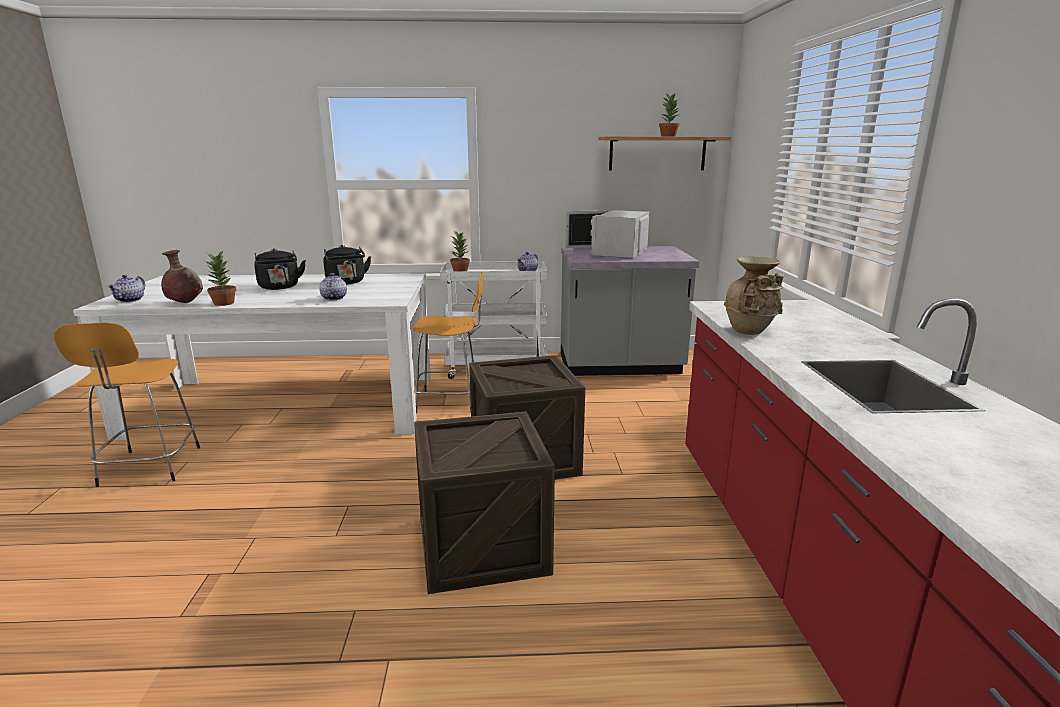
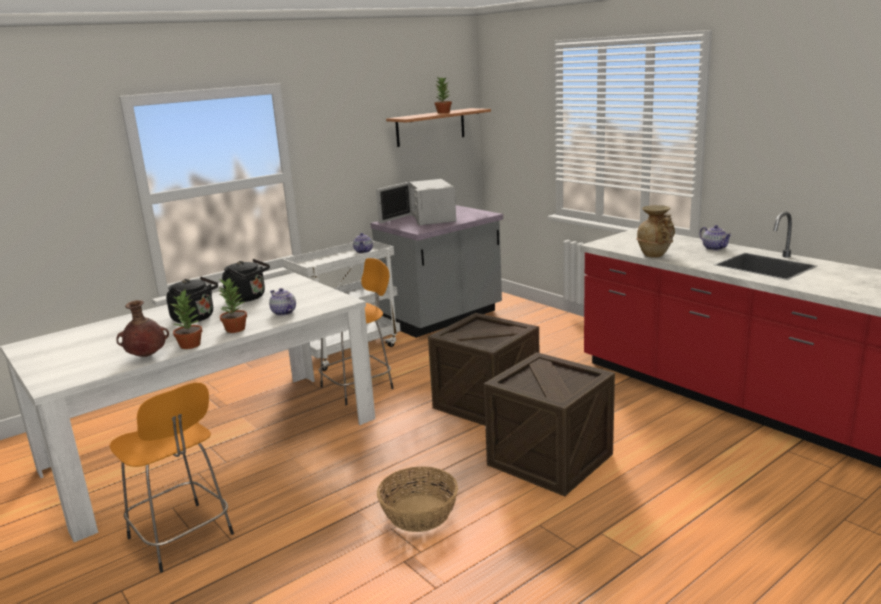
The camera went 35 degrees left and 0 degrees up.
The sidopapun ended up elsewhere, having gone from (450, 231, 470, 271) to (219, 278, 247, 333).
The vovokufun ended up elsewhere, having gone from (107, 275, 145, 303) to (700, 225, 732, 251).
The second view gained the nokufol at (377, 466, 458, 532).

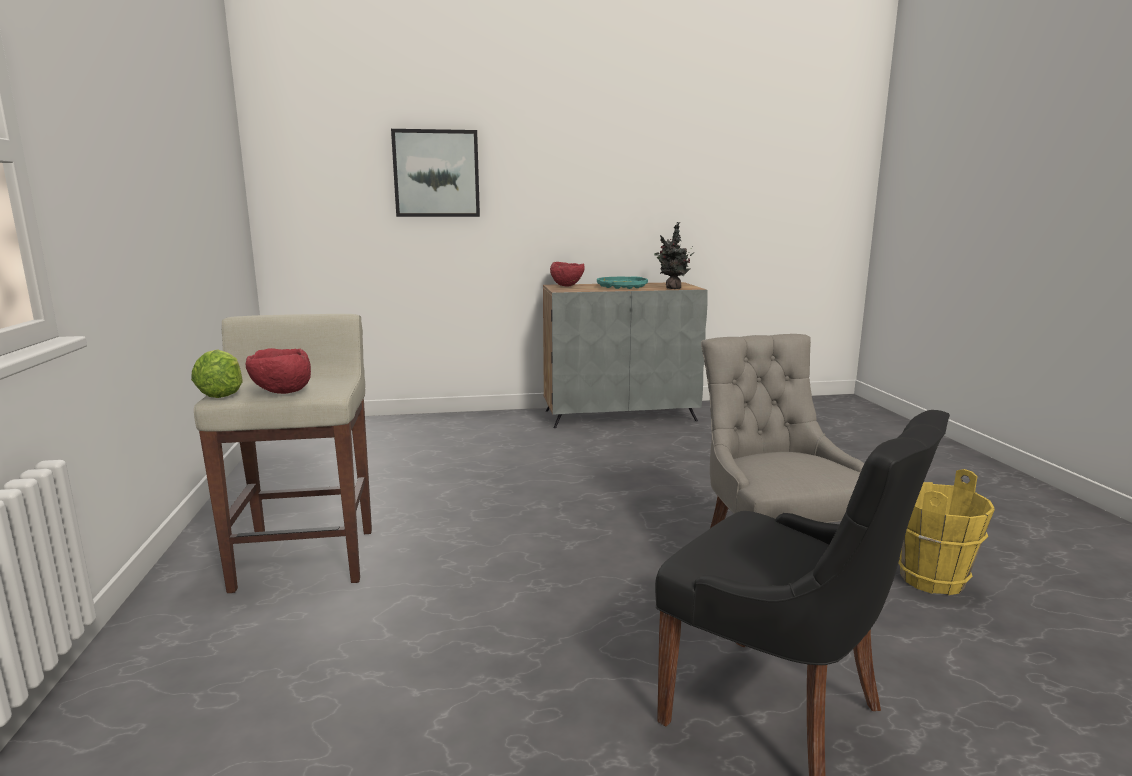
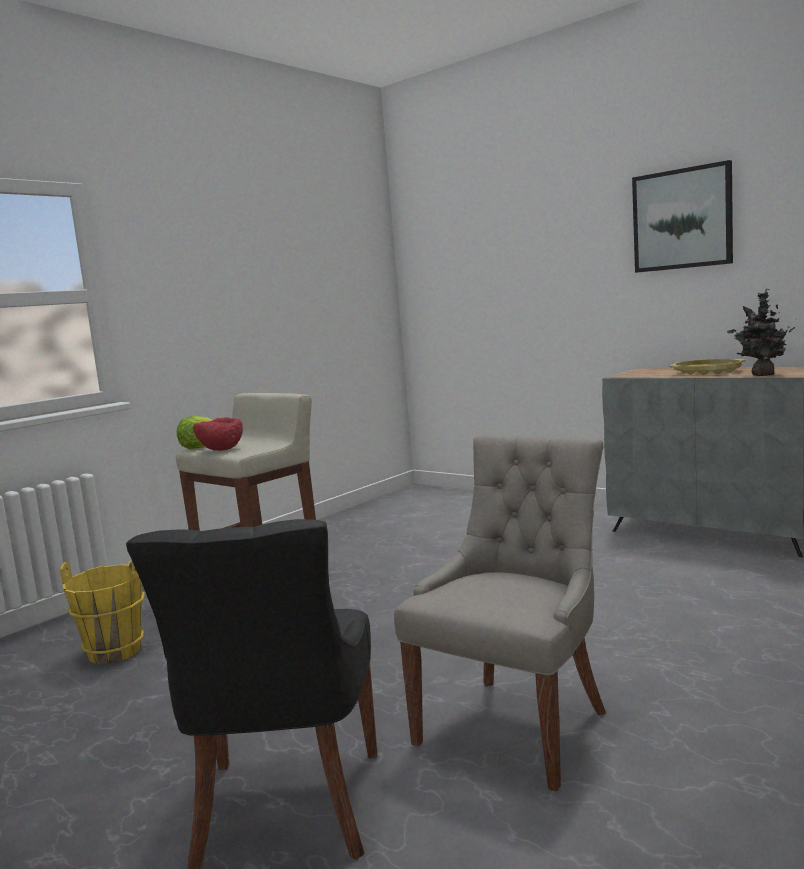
The camera went 50 degrees right and 5 degrees down.
The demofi ended up elsewhere, having gone from (391, 129, 480, 217) to (632, 160, 733, 273).
The second view lost the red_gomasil at (550, 262, 585, 286).
What was the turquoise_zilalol at (597, 277, 648, 289) turned into the yellow_zilalol at (669, 359, 746, 375).
The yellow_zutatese ended up elsewhere, having gone from (898, 469, 995, 595) to (60, 560, 145, 664).

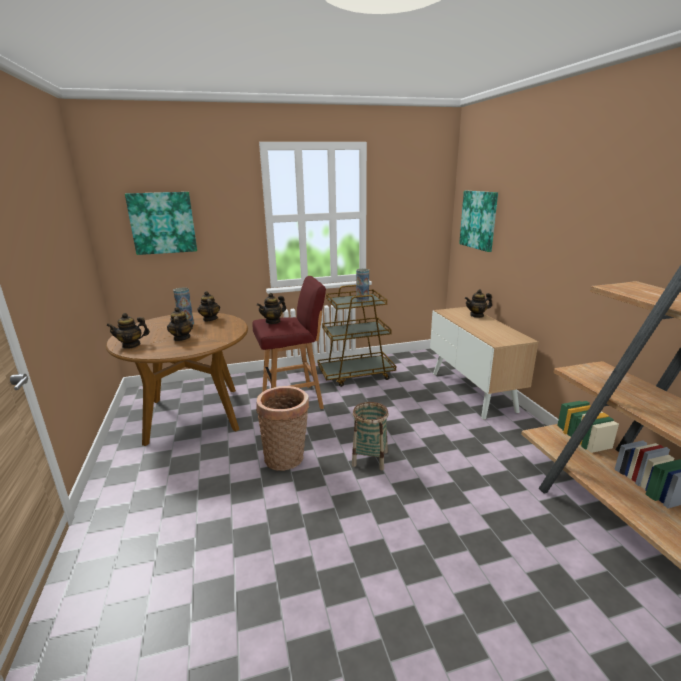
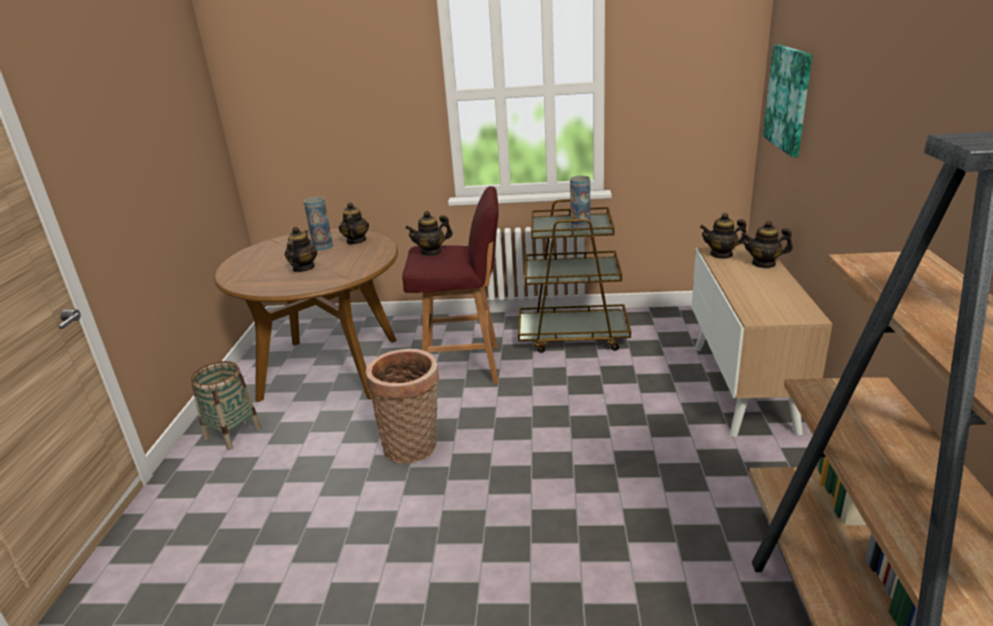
The camera went 20 degrees right and 5 degrees up.
The second view lost the demofi at (125, 192, 197, 255).
The vovokufun ended up elsewhere, having gone from (106, 313, 150, 348) to (700, 213, 747, 259).
The nokufol ended up elsewhere, having gone from (352, 402, 388, 471) to (191, 361, 262, 450).

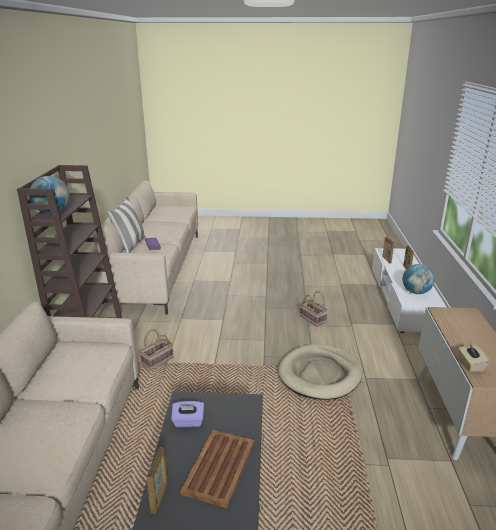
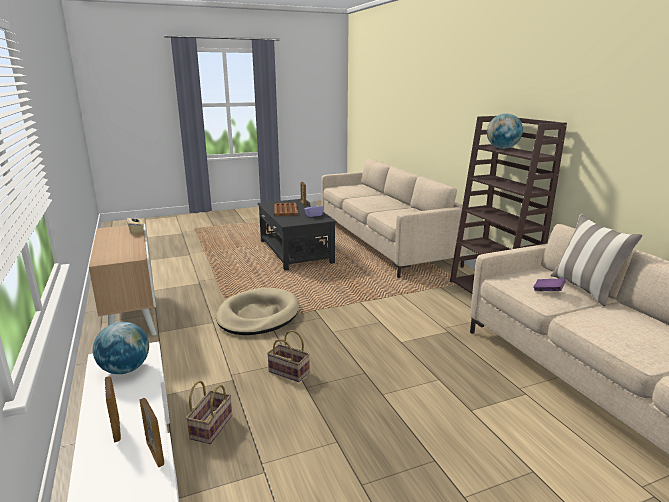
The camera went 155 degrees right and 5 degrees down.
The nokufol ended up elsewhere, having gone from (139, 329, 173, 370) to (186, 381, 232, 444).

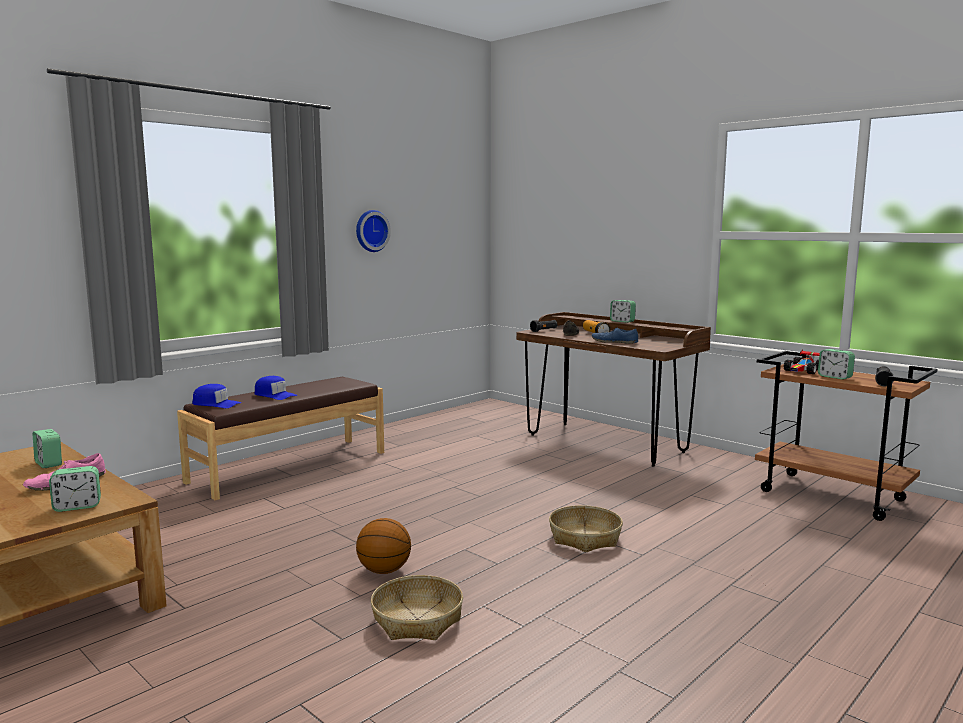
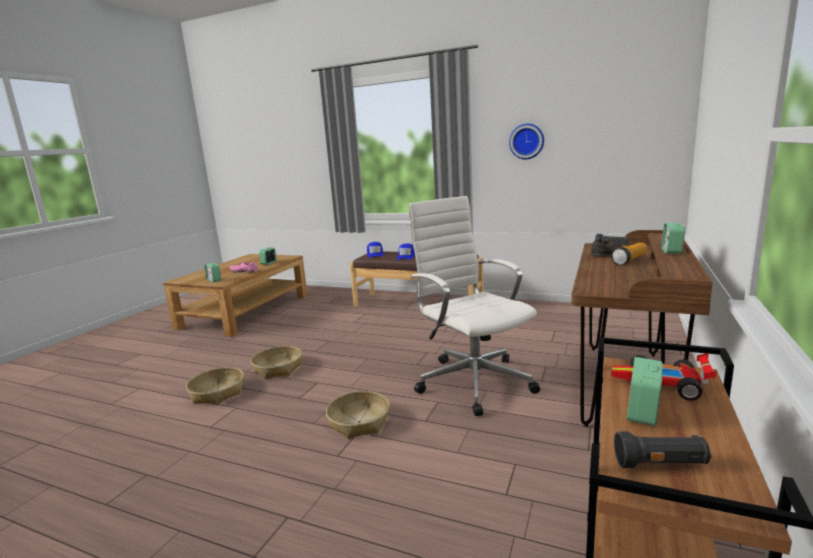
The camera went 70 degrees right and 5 degrees up.
The second view lost the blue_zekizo at (591, 328, 638, 344).
Where the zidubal stood at (356, 518, 411, 574), the nokufol came to stand at (251, 346, 302, 379).
The second view gained the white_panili at (409, 196, 540, 416).

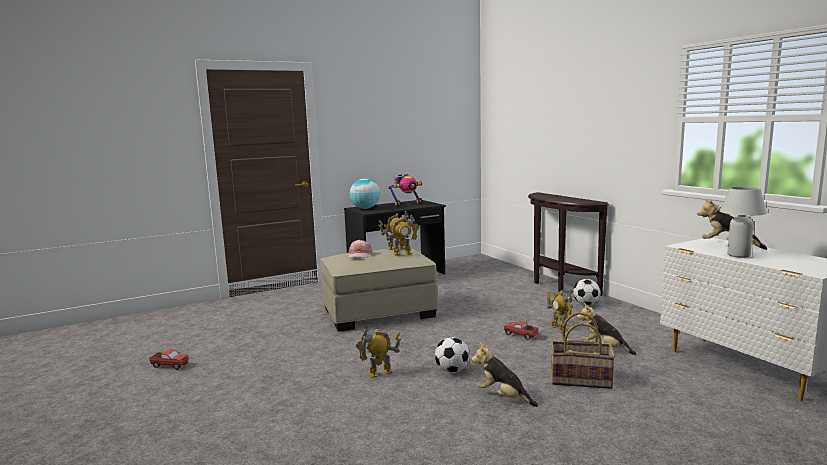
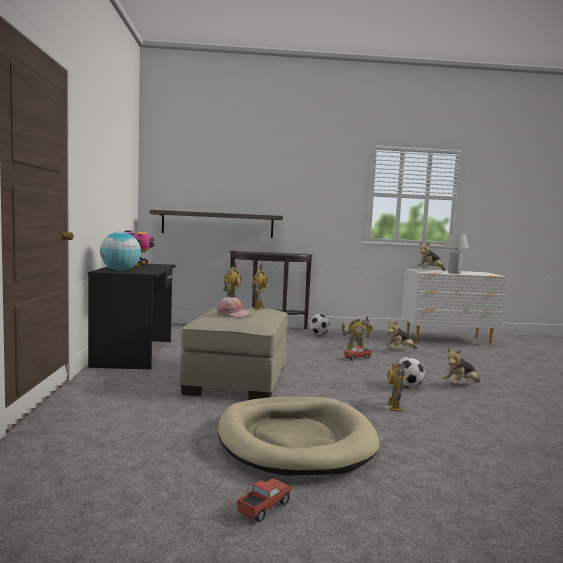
The camera went 65 degrees left and 5 degrees down.
The second view lost the nokufol at (551, 312, 615, 389).
The second view gained the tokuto at (150, 210, 283, 238).
The second view gained the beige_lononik at (218, 397, 379, 476).

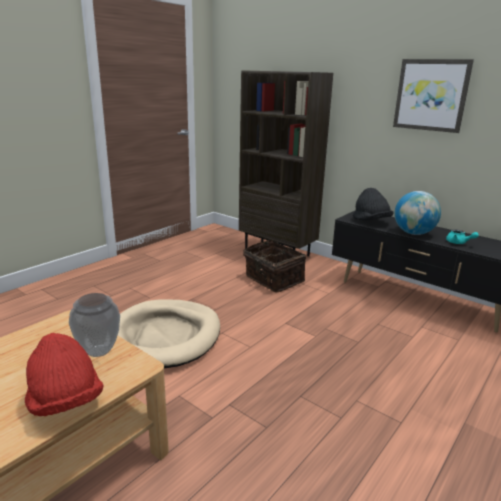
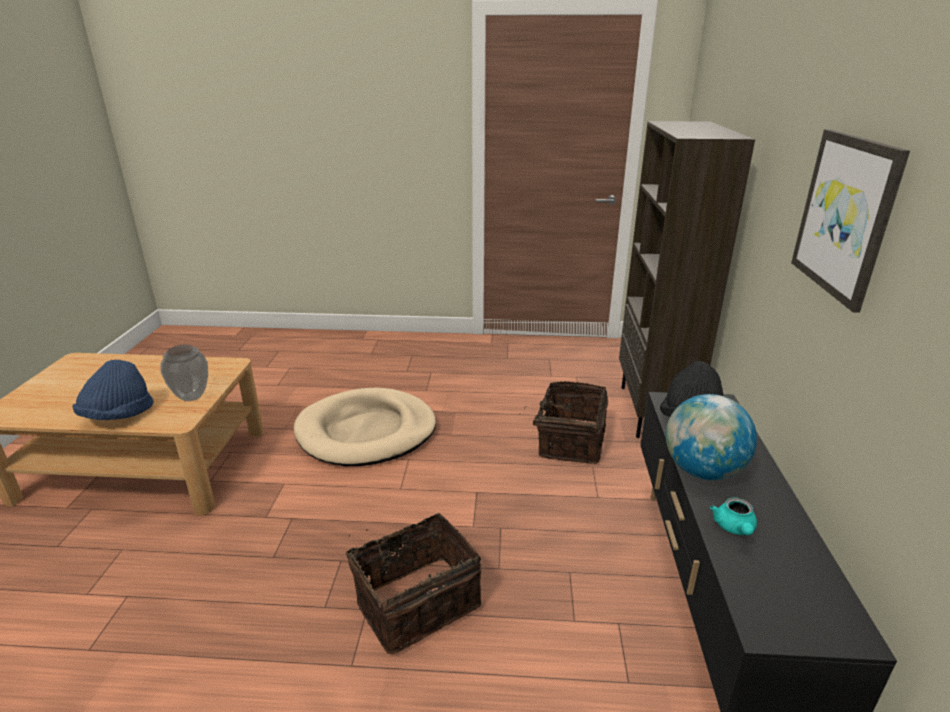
The camera went 55 degrees right and 5 degrees up.
What was the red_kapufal at (25, 333, 104, 416) turned into the blue_kapufal at (73, 360, 154, 420).
The second view gained the nokufol at (346, 513, 481, 654).

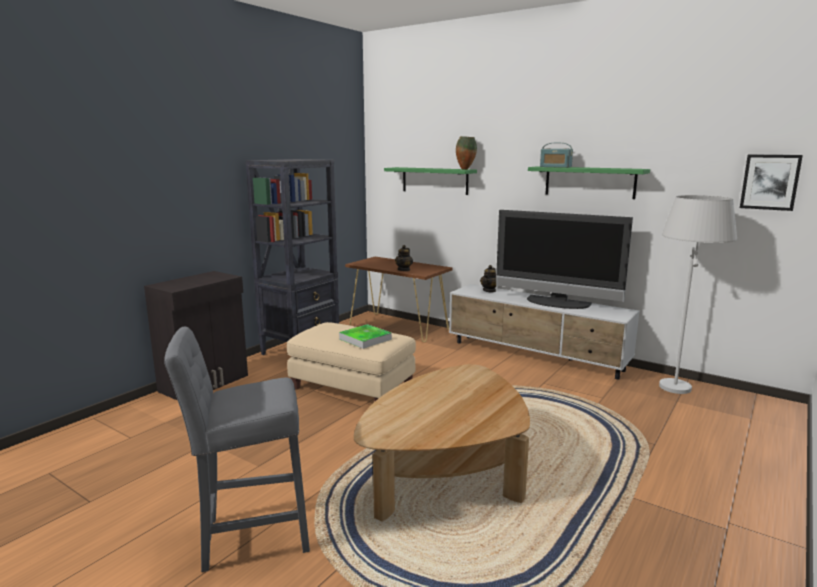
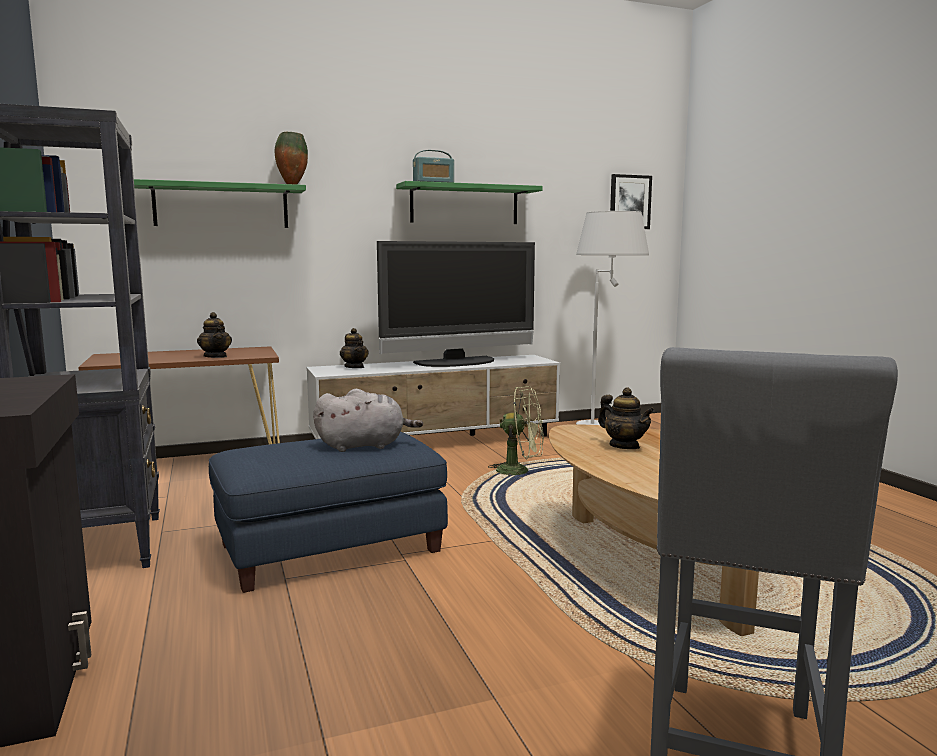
The camera went 55 degrees left and 5 degrees down.
What was the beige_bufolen at (287, 322, 416, 402) turned into the blue_bufolen at (209, 432, 448, 593).
Where the zilalol stood at (339, 324, 392, 349), the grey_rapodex came to stand at (313, 389, 423, 452).
The second view gained the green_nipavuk at (488, 386, 544, 480).
The second view gained the vovokufun at (598, 388, 655, 449).

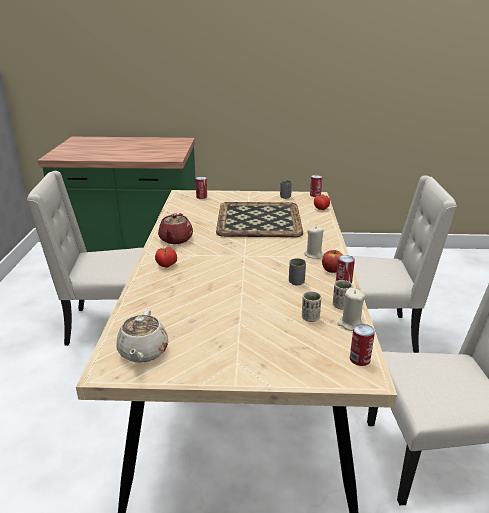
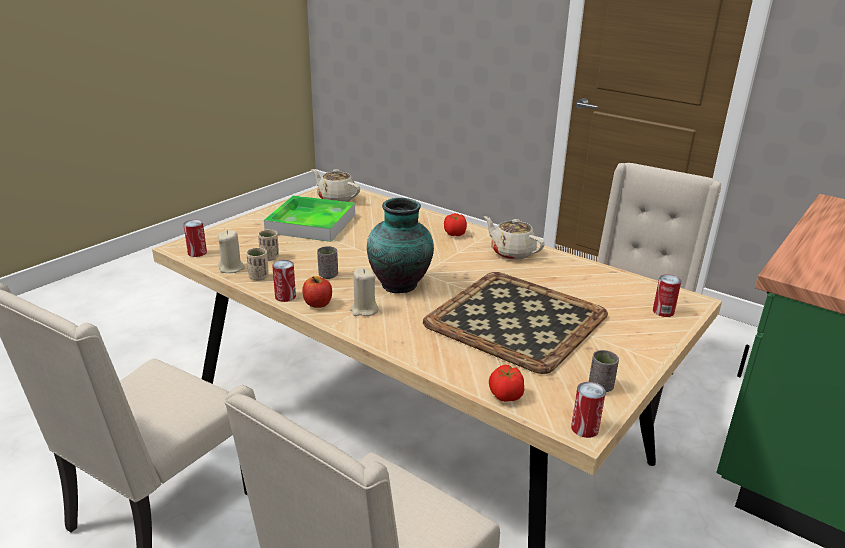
The camera went 125 degrees right and 0 degrees up.
What was the red_vovokufun at (158, 213, 193, 244) turned into the beige_vovokufun at (484, 216, 545, 260).
The second view gained the zilalol at (264, 196, 355, 242).
The second view gained the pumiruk at (367, 198, 434, 293).

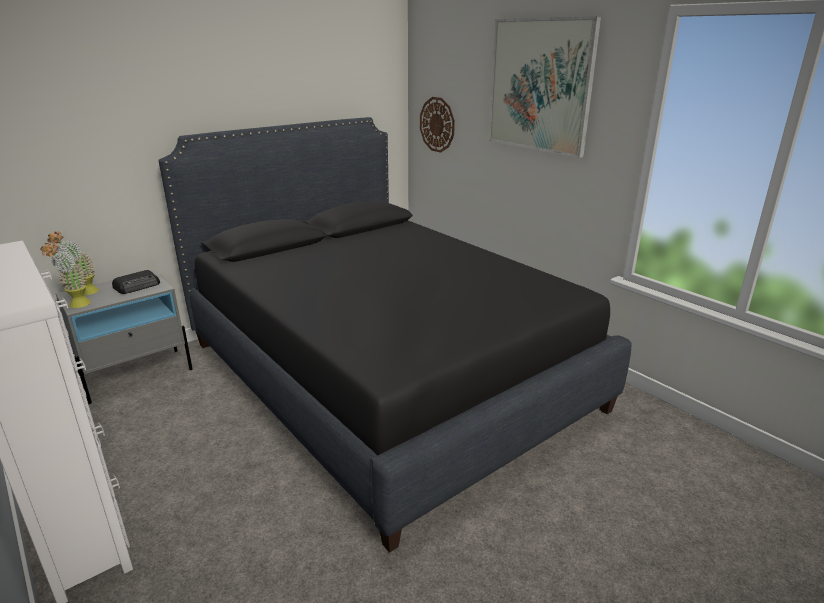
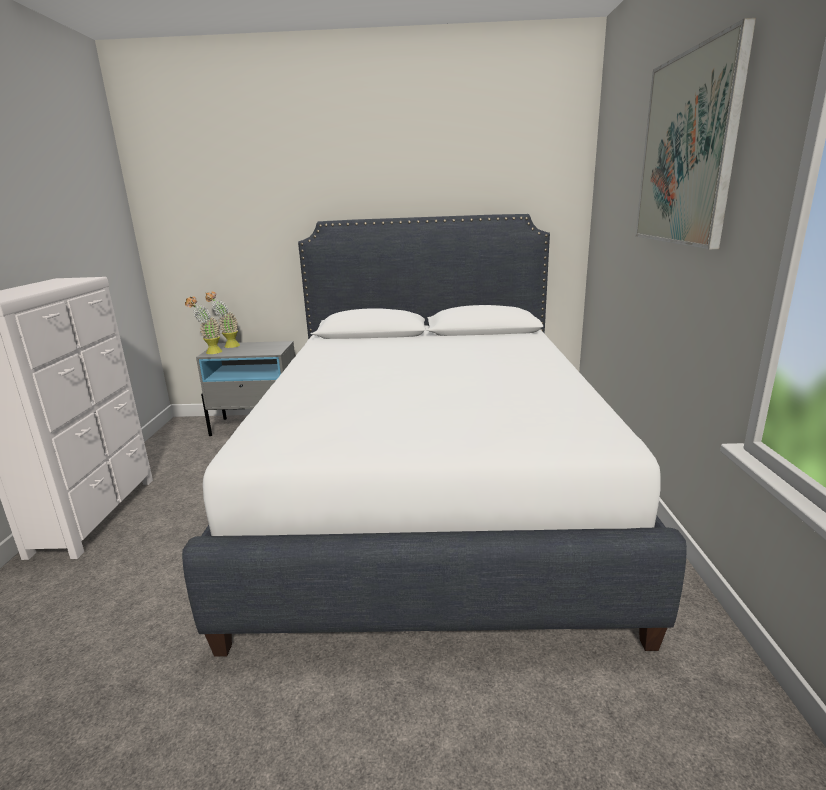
The camera went 40 degrees right and 5 degrees down.
The second view lost the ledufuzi at (420, 97, 455, 153).
What was the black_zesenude at (159, 117, 631, 552) turned into the white_zesenude at (182, 214, 687, 657).
The second view lost the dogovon at (112, 270, 160, 294).

